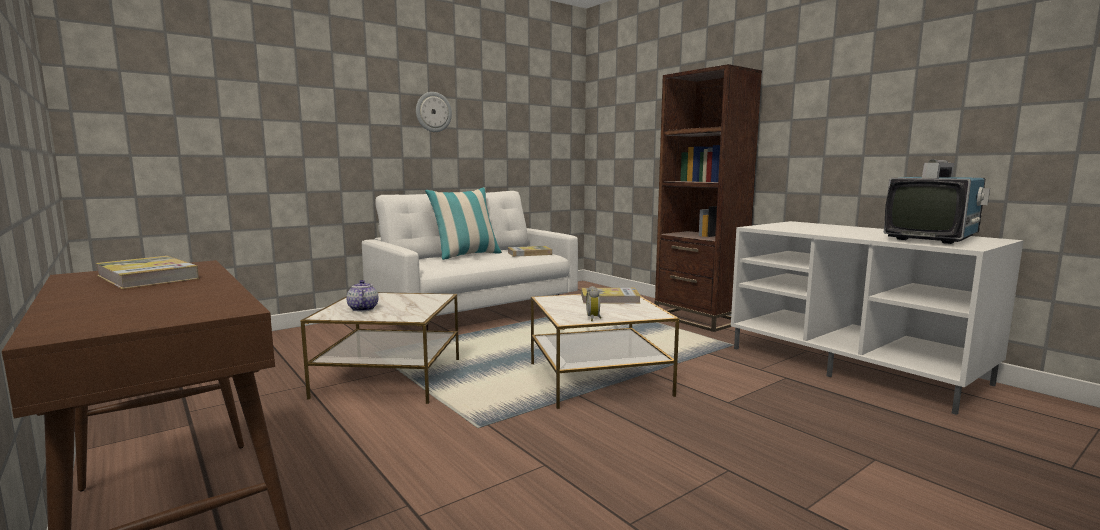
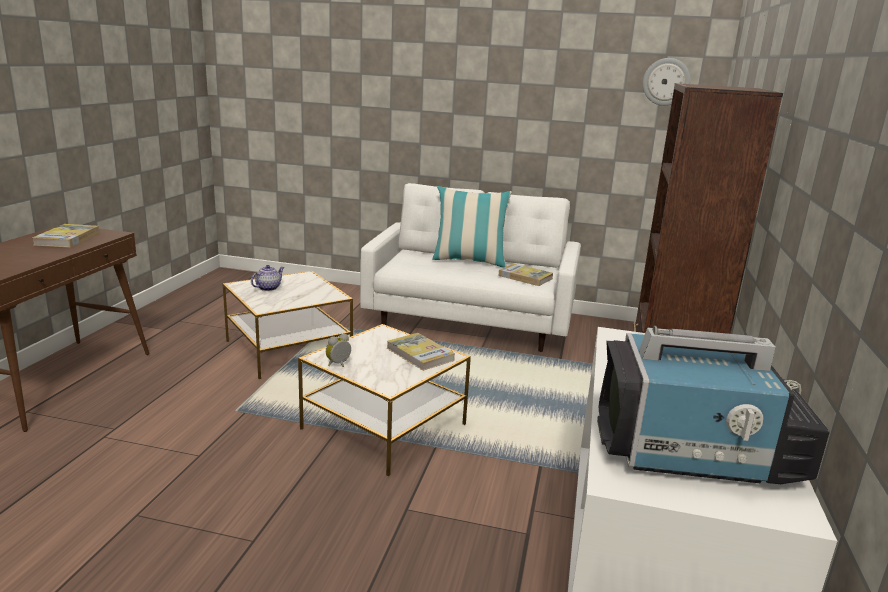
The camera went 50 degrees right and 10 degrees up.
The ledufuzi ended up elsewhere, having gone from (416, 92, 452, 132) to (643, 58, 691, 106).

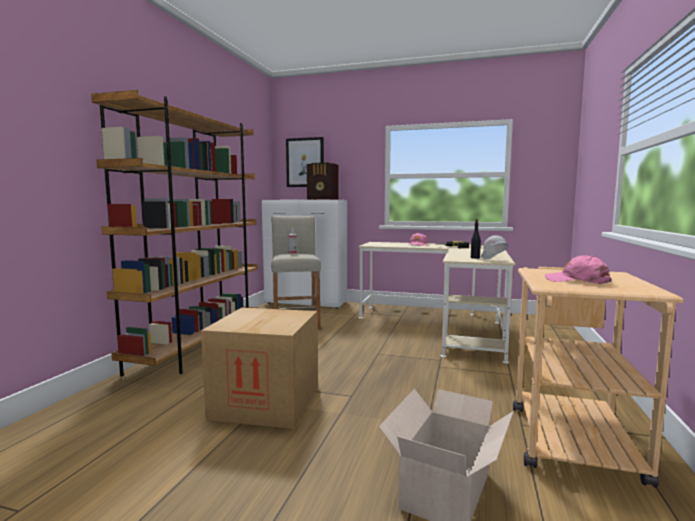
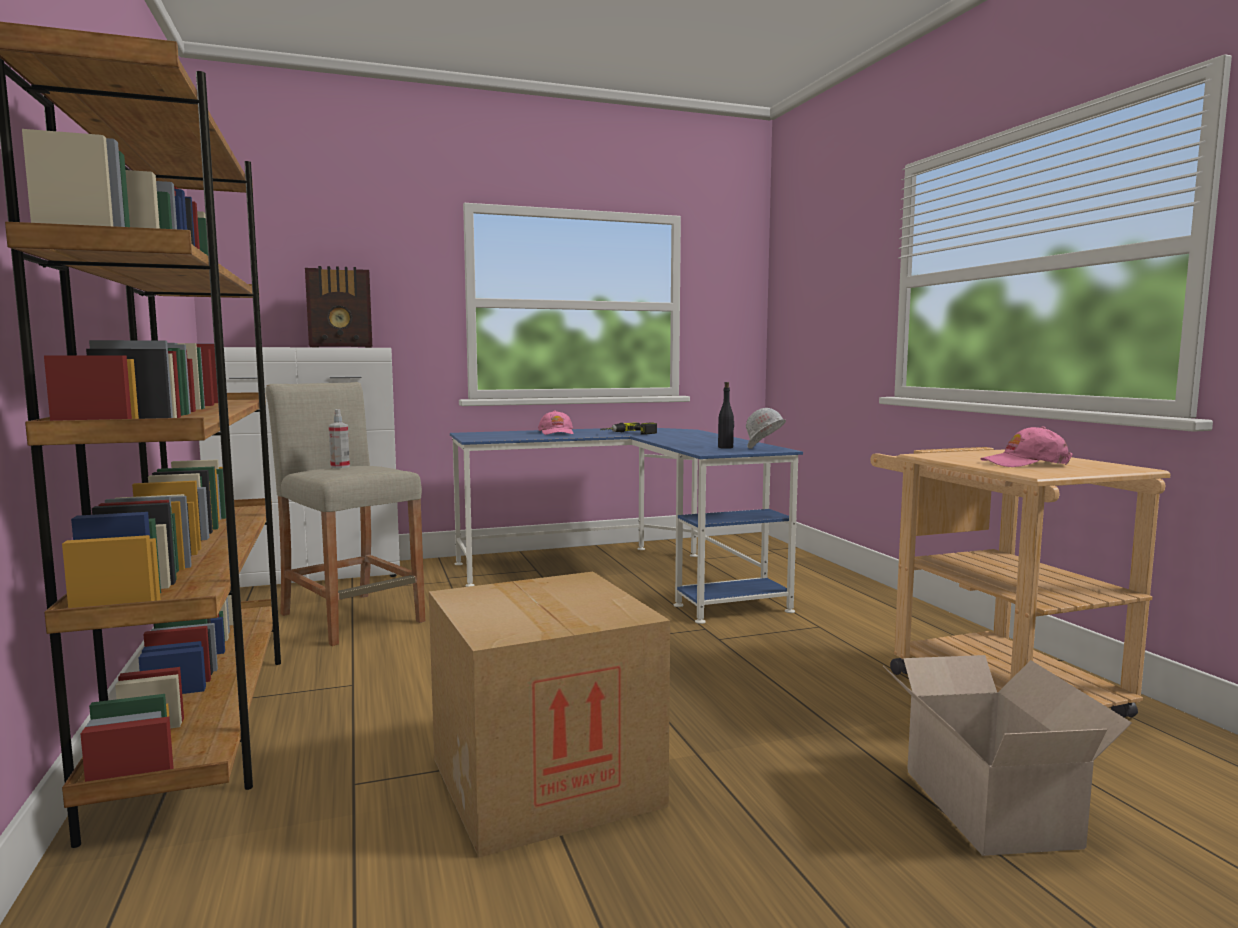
The camera went 35 degrees left and 0 degrees up.
The second view lost the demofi at (286, 137, 324, 187).
What was the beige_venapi at (358, 242, 515, 364) turned into the blue_venapi at (450, 428, 803, 624).

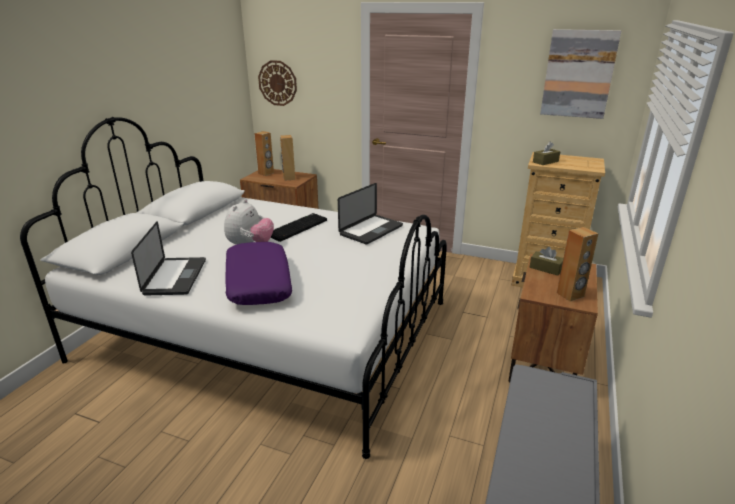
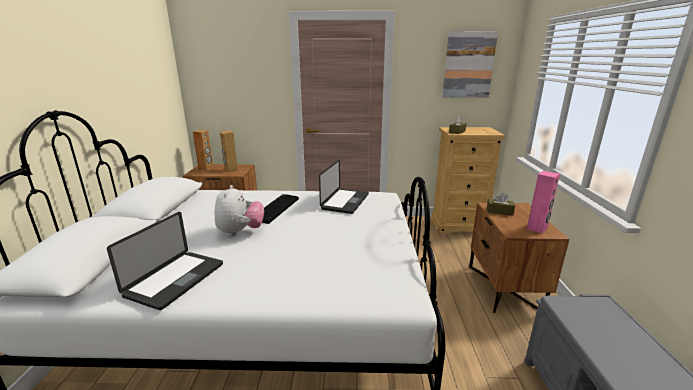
The camera went 20 degrees left and 5 degrees down.
The second view lost the ledufuzi at (258, 60, 297, 106).
The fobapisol at (131, 221, 206, 296) ended up facing another way, 45 degrees clockwise from before.
What was the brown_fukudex at (557, 227, 599, 301) turned into the pink_fukudex at (527, 171, 560, 234).
The second view lost the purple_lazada at (226, 242, 292, 305).

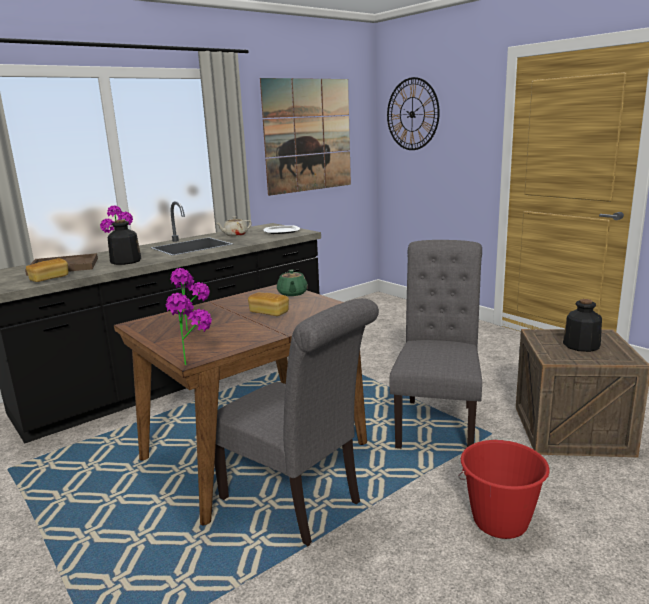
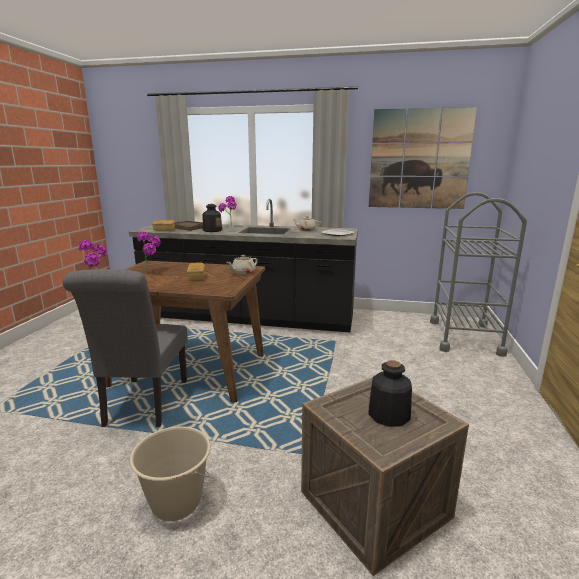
The camera went 50 degrees right and 0 degrees up.
The second view lost the ledufuzi at (387, 77, 440, 150).
The second view lost the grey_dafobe at (389, 240, 482, 449).
What was the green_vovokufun at (277, 270, 308, 296) turned into the beige_vovokufun at (227, 255, 258, 275).
What was the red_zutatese at (458, 440, 550, 539) turned into the beige_zutatese at (130, 427, 211, 521).
The second view gained the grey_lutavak at (430, 192, 527, 357).

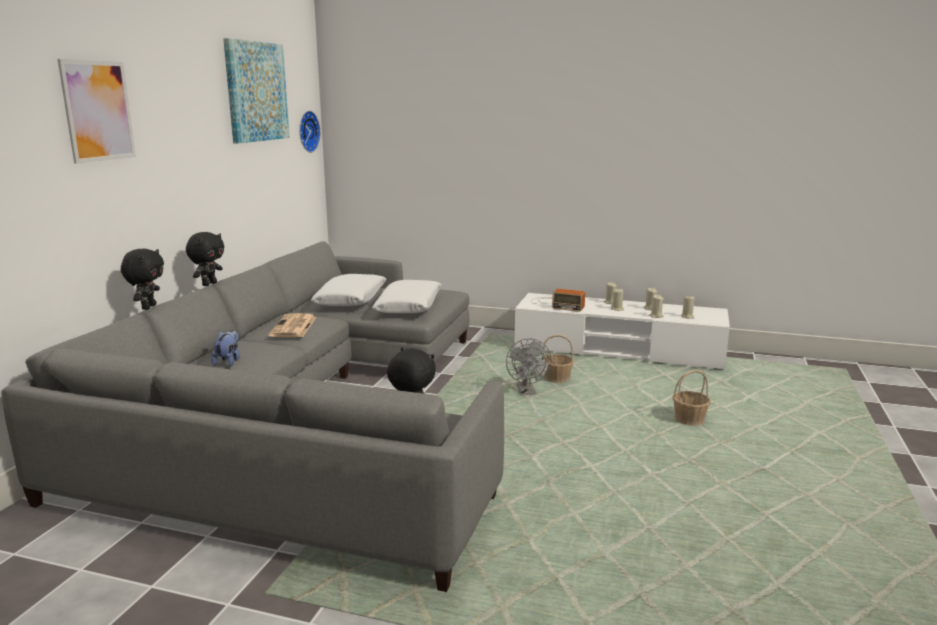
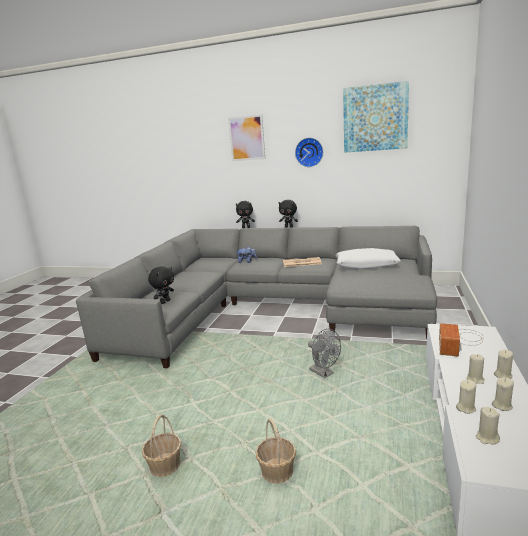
The camera went 90 degrees right and 0 degrees up.
The ledufuzi ended up elsewhere, having gone from (299, 111, 320, 153) to (295, 138, 323, 167).
The second view lost the white_lazada at (372, 280, 442, 313).
The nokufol ended up elsewhere, having gone from (543, 334, 574, 383) to (142, 414, 182, 477).
The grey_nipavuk at (506, 338, 552, 395) ended up facing another way, 120 degrees counterclockwise from before.

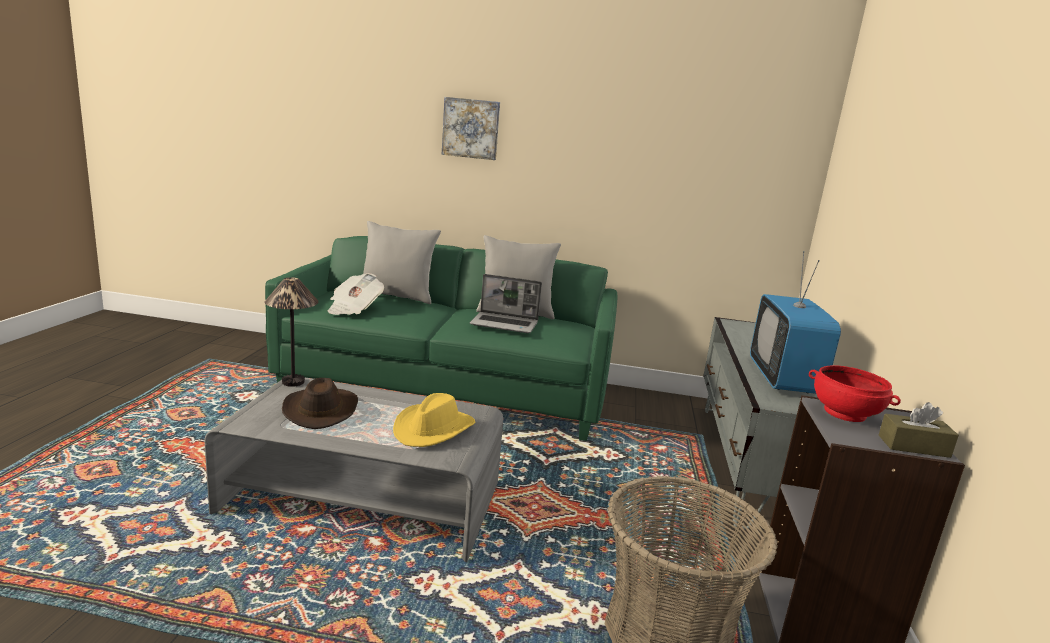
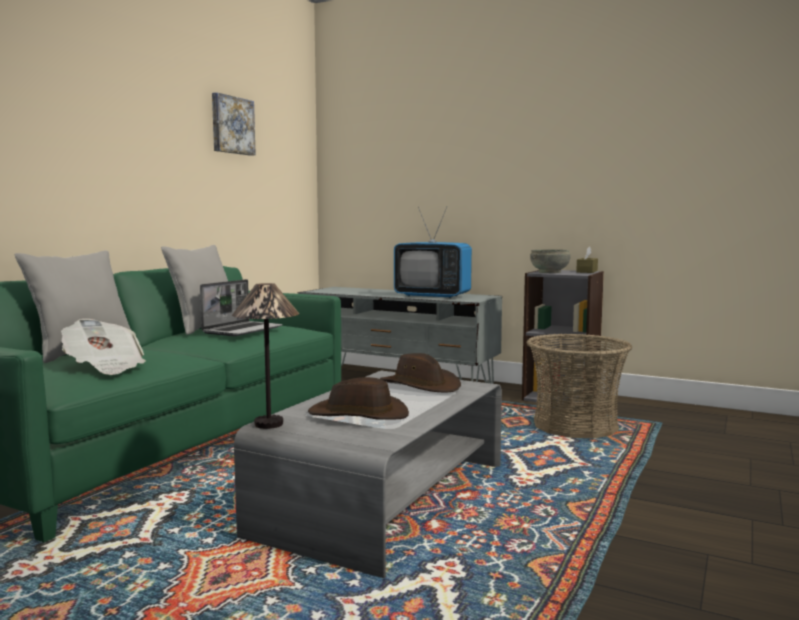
The camera went 70 degrees left and 10 degrees down.
The demofi ended up elsewhere, having gone from (442, 97, 500, 160) to (212, 92, 256, 156).
What was the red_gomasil at (809, 365, 901, 422) turned into the grey_gomasil at (530, 250, 571, 273).
What was the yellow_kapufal at (393, 393, 475, 447) turned into the brown_kapufal at (380, 353, 461, 393).

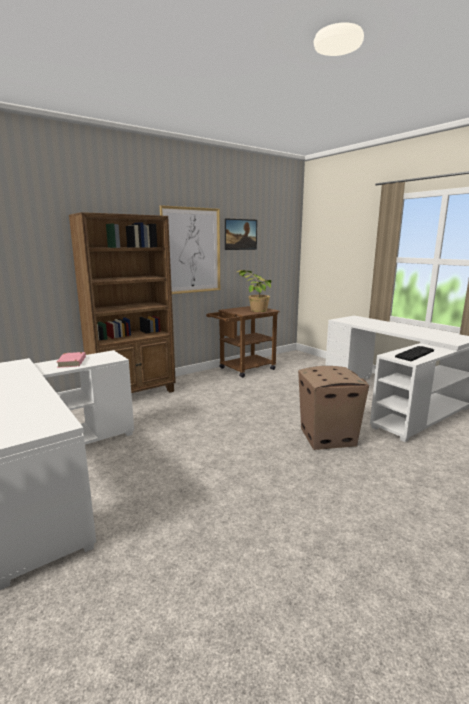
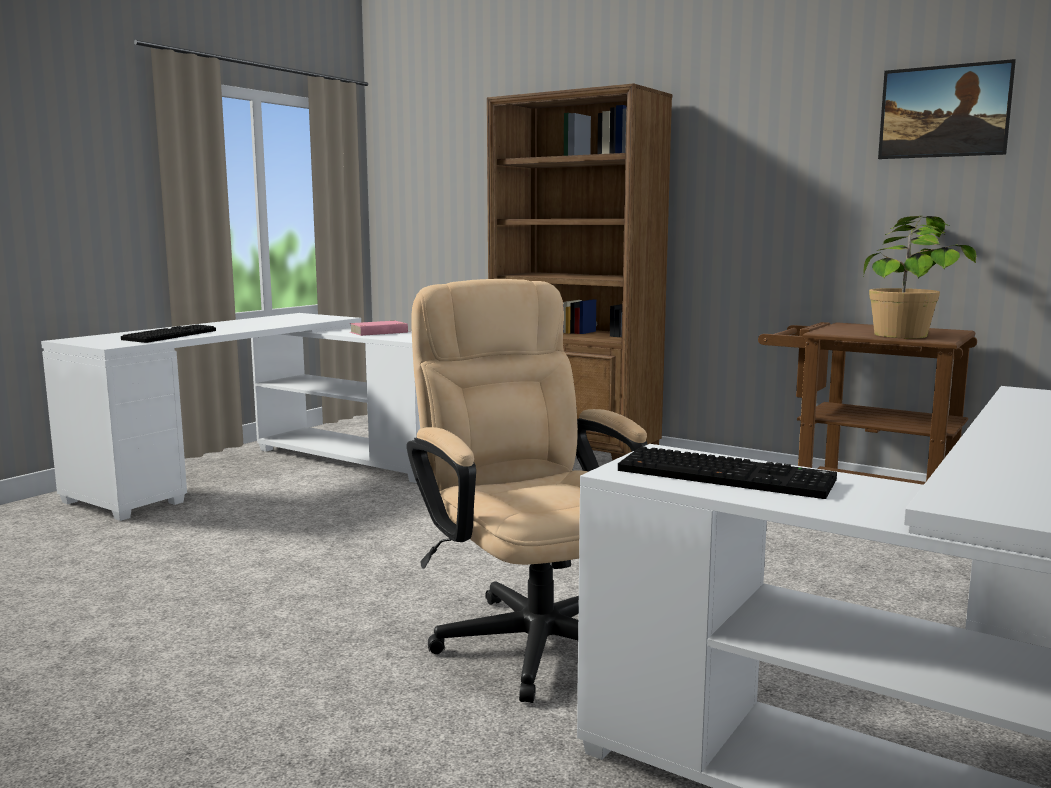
The camera went 70 degrees right and 5 degrees down.
The second view lost the demofi at (160, 205, 220, 294).
Where the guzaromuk stood at (298, 366, 369, 450), the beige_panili came to stand at (407, 279, 648, 703).
The second view gained the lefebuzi at (121, 324, 216, 343).

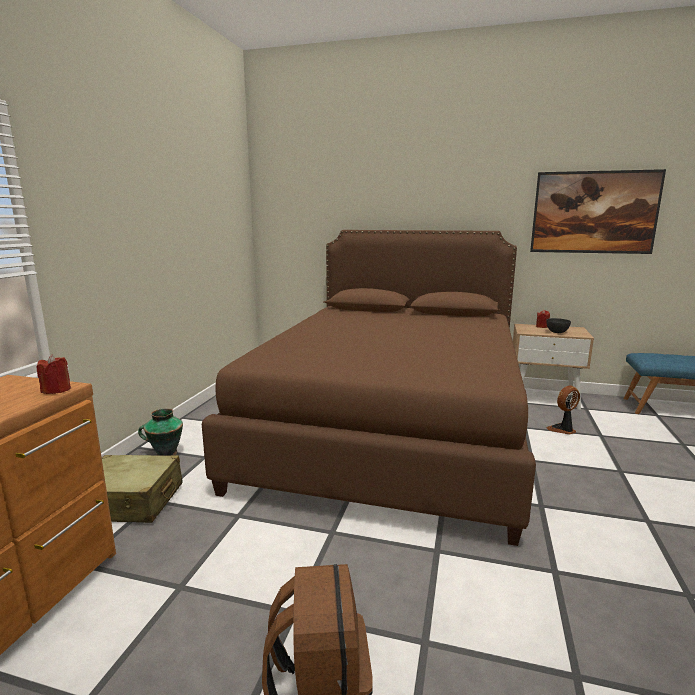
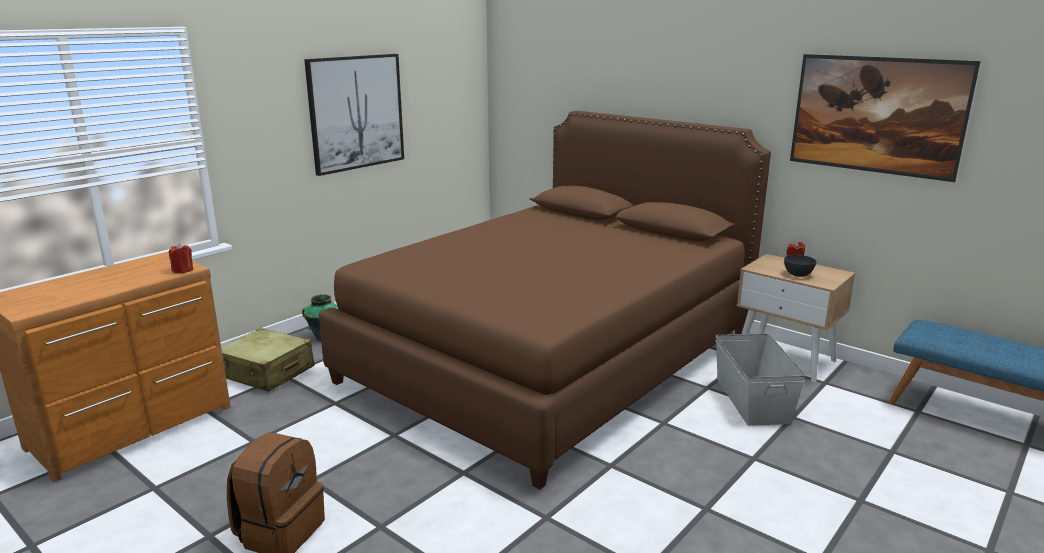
The camera went 25 degrees right and 5 degrees up.
Where the nipavuk stood at (547, 385, 580, 435), the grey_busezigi came to stand at (716, 334, 806, 426).
The second view gained the demofi at (304, 54, 404, 176).

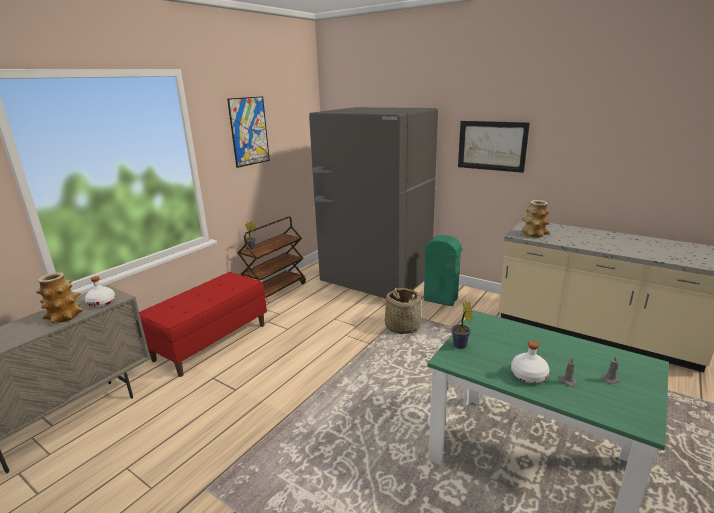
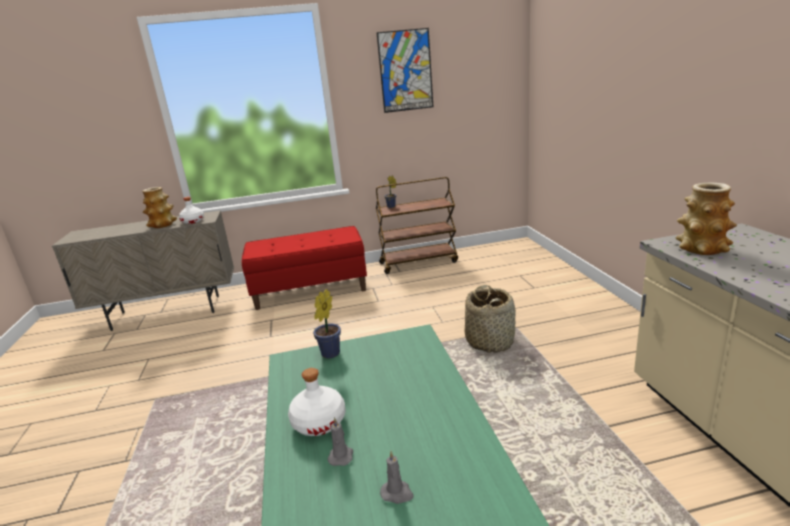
The camera went 45 degrees right and 0 degrees up.
The second view lost the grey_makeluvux at (309, 107, 438, 299).
The second view lost the demofi at (458, 121, 530, 173).
The second view lost the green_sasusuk at (424, 235, 463, 306).

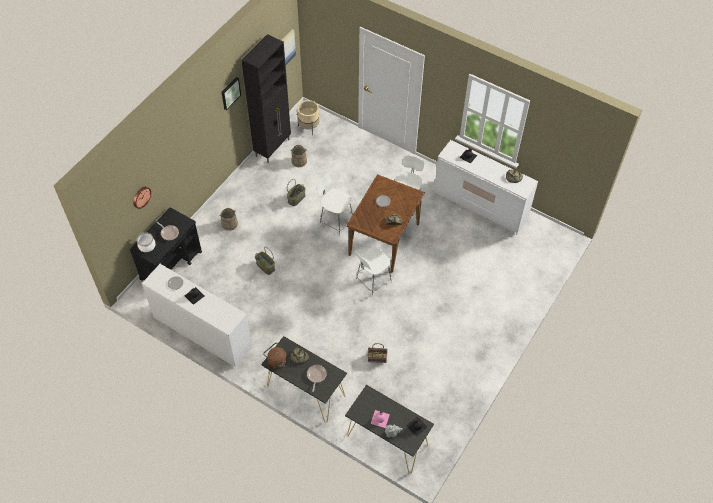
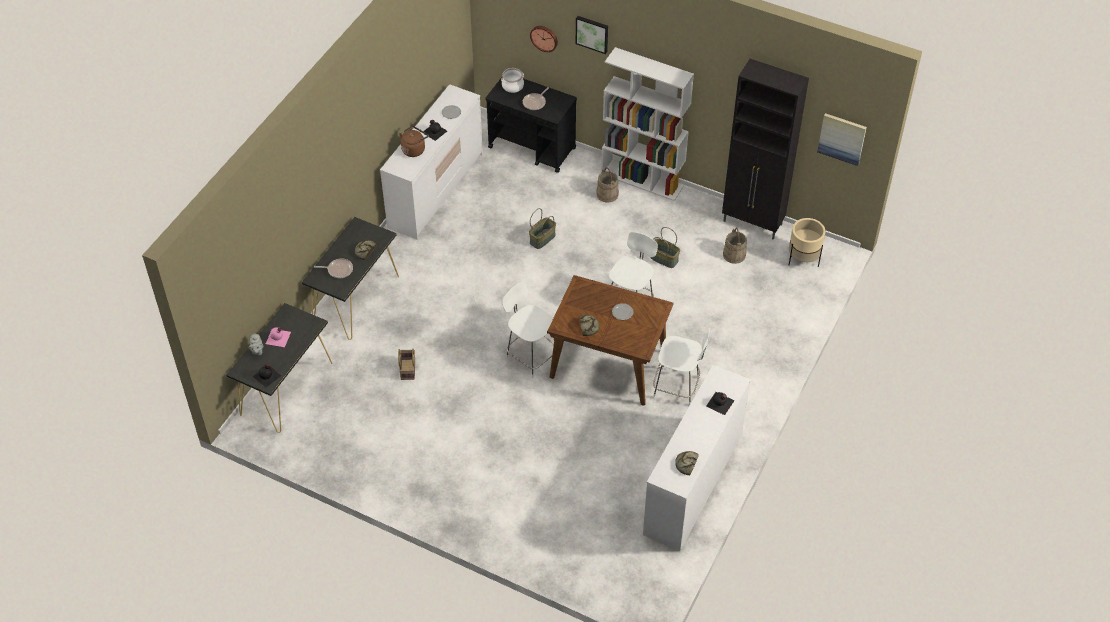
The camera went 85 degrees right and 5 degrees down.
The demofi ended up elsewhere, having gone from (222, 77, 241, 110) to (576, 16, 608, 54).
The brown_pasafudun ended up elsewhere, having gone from (263, 343, 287, 369) to (399, 126, 429, 157).
The second view gained the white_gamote at (601, 47, 694, 201).

